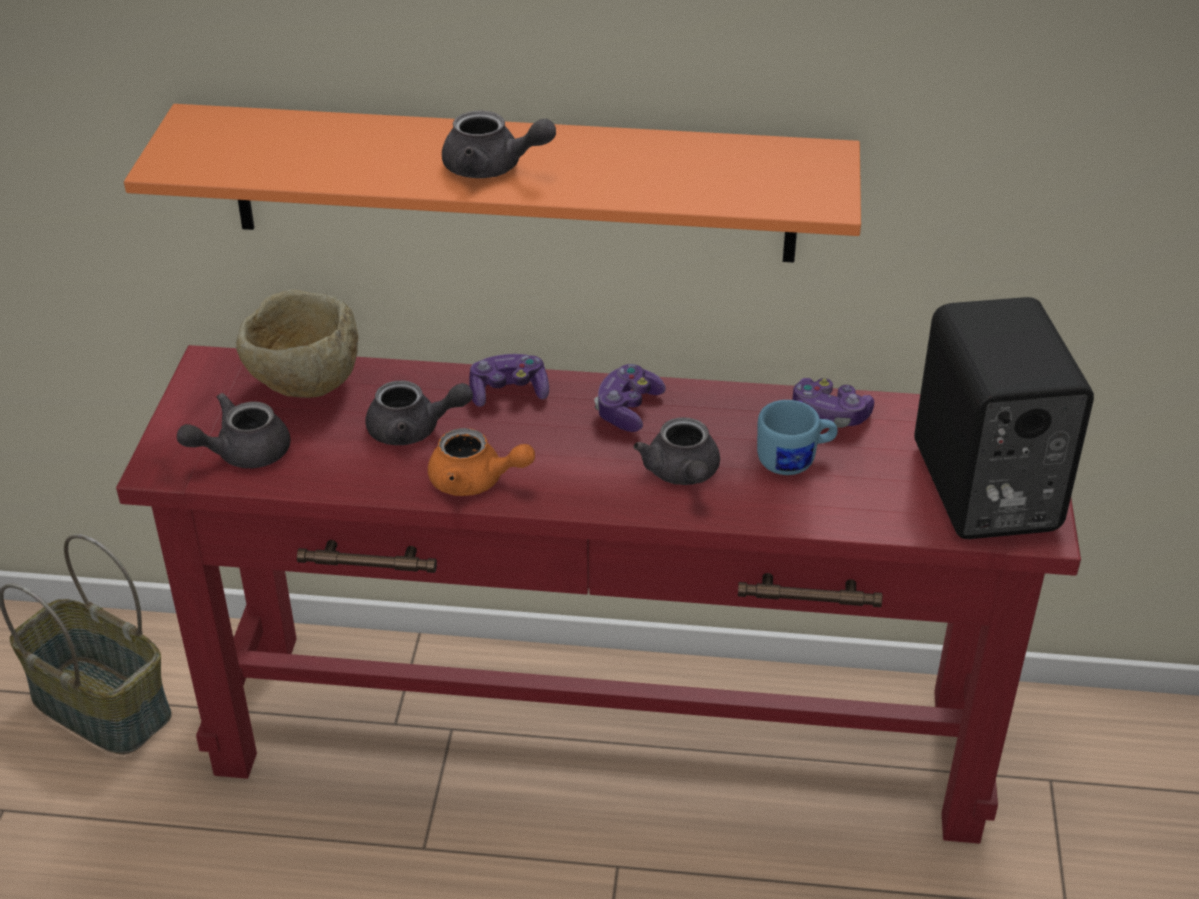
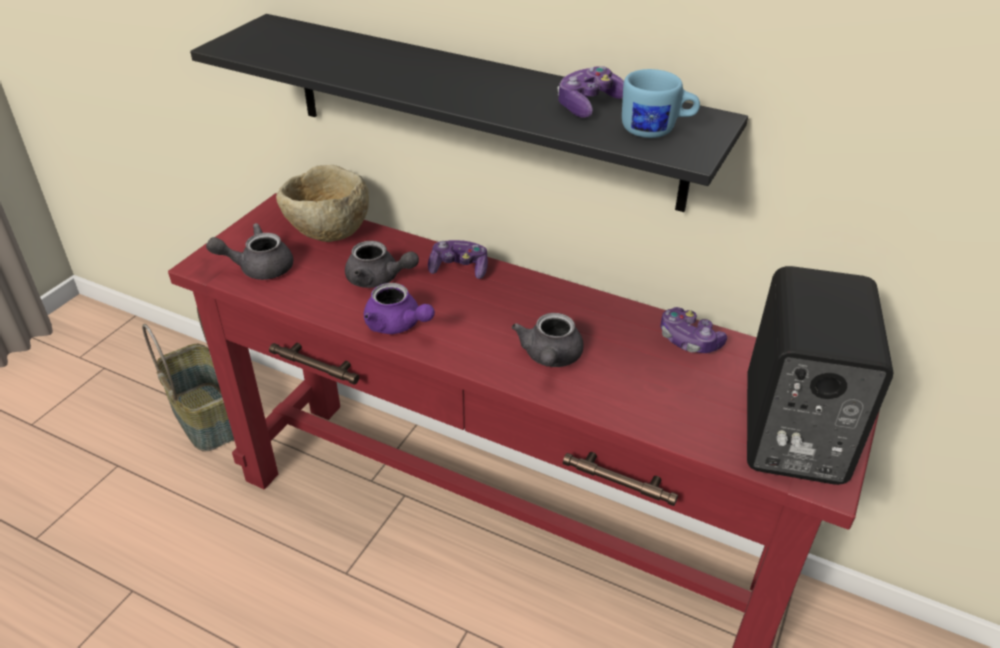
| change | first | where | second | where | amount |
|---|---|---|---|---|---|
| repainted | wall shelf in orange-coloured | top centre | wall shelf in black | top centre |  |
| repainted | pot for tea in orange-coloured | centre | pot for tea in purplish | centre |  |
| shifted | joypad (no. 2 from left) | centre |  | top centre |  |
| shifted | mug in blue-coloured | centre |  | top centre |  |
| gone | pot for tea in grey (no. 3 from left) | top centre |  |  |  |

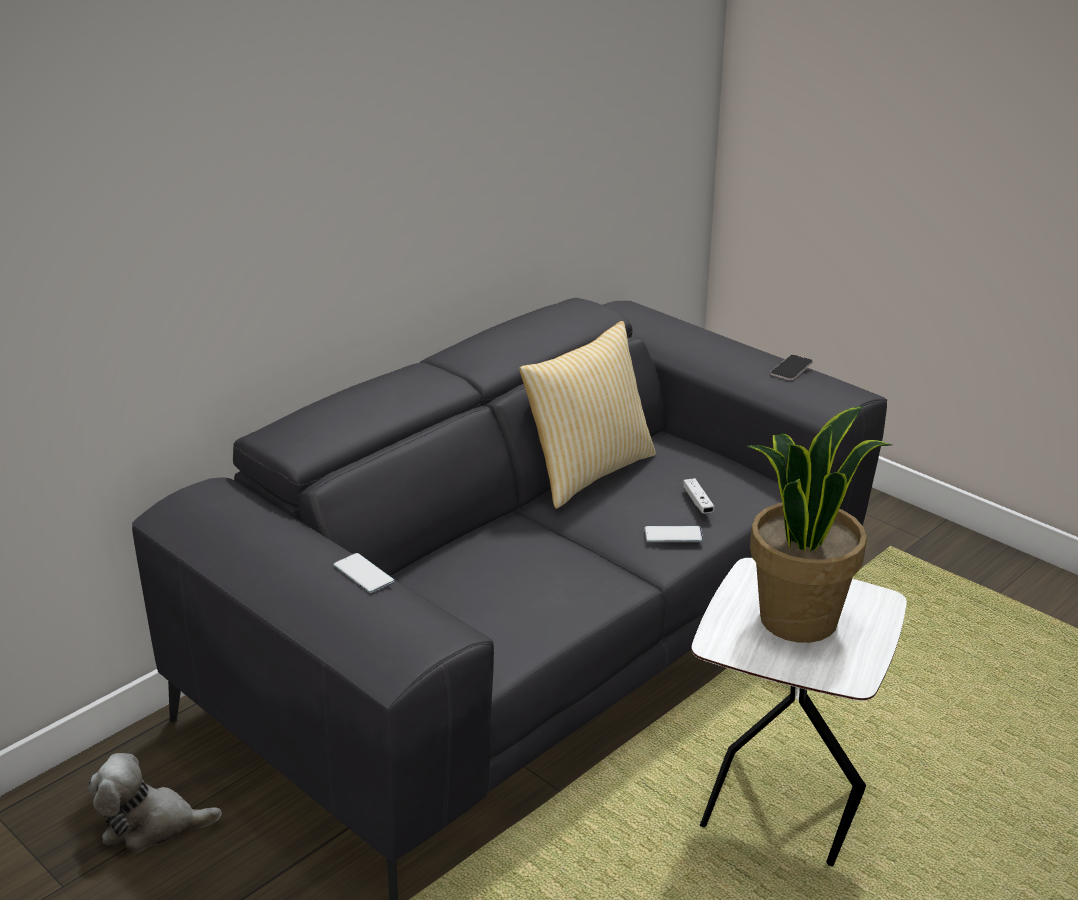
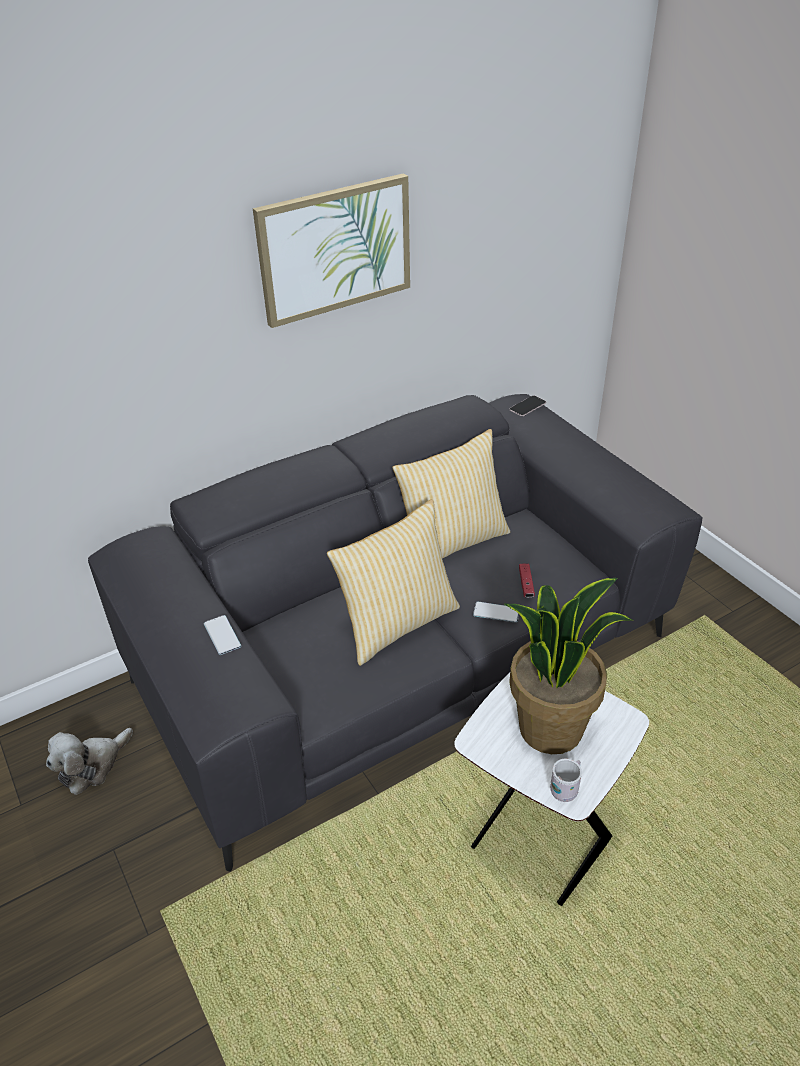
| change | first | where | second | where | amount |
|---|---|---|---|---|---|
| rotated | cuddly toy | bottom left |  | bottom left | 60 degrees counterclockwise |
| new |  |  | wall art | top centre |  |
| new |  |  | throw pillow (no. 1 from left) | centre |  |
| shifted | telephone (no. 3 from left) | middle right |  | centre |  |
| repainted | joypad in whitish | centre | joypad in reddish | centre |  |
| new |  |  | mug in whitish | bottom right |  |

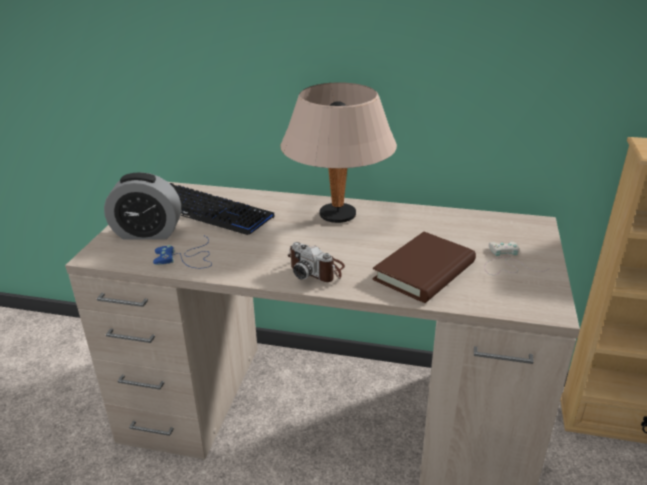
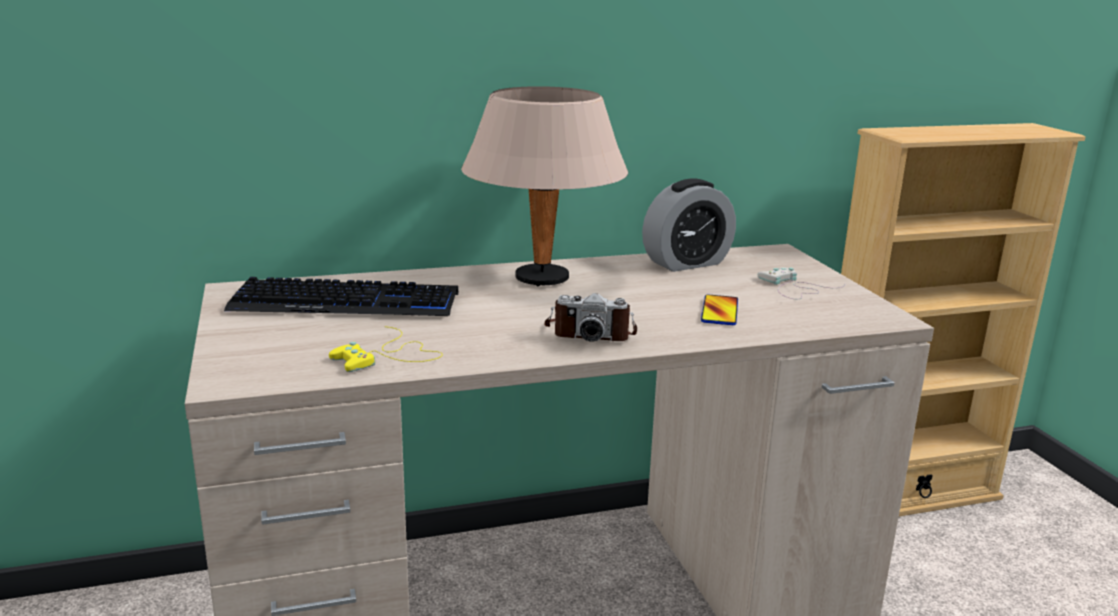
| change | first | where | second | where | amount |
|---|---|---|---|---|---|
| repainted | joypad in blue-coloured | middle left | joypad in yellow-coloured | centre |  |
| shifted | table clock | middle left |  | centre |  |
| swapped | volume in brownish | centre | telephone | centre |  |

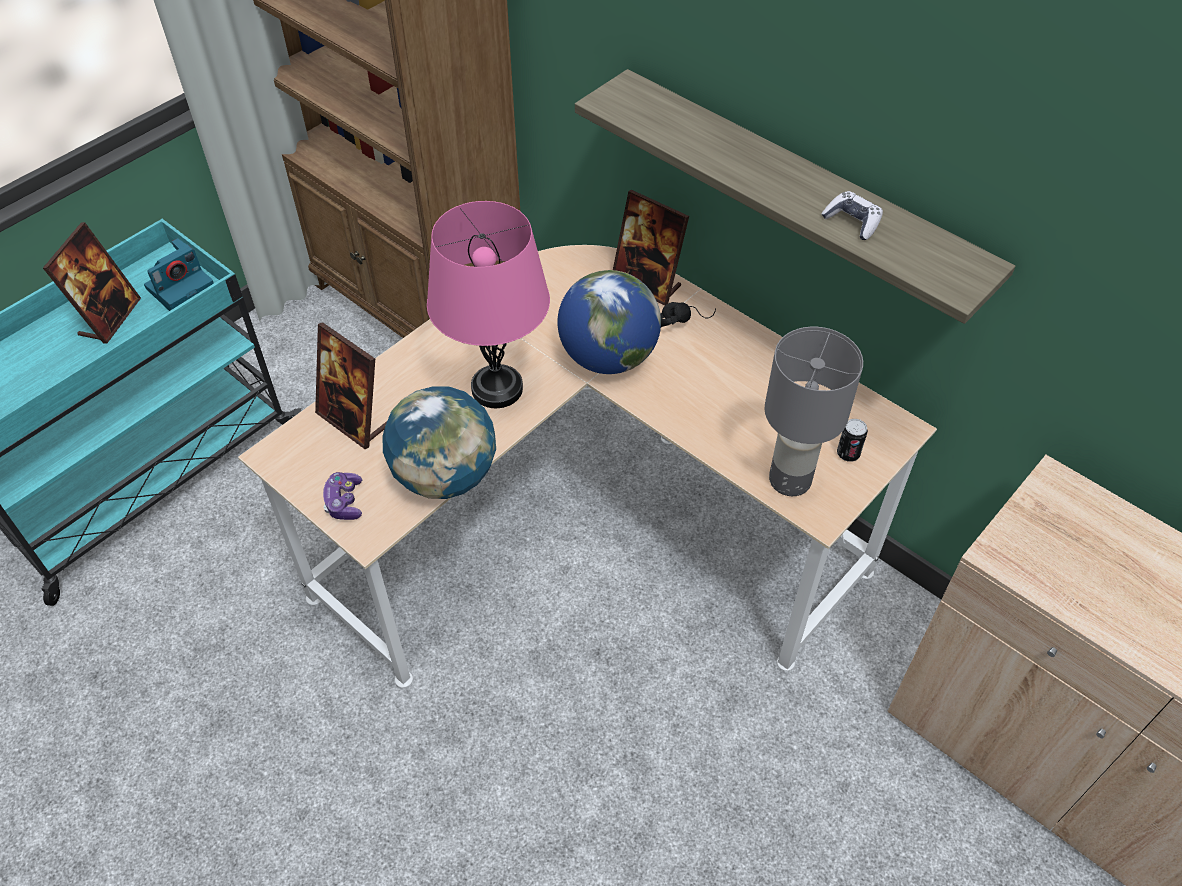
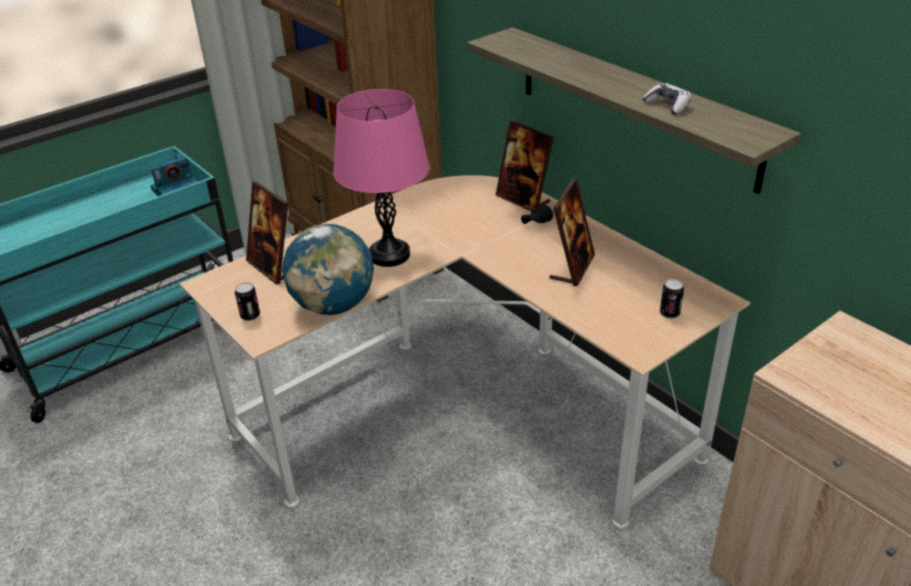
| change | first | where | second | where | amount |
|---|---|---|---|---|---|
| swapped | joypad (no. 1 from left) | middle left | can (no. 1 from left) | middle left |  |
| shifted | photo frame (no. 1 from left in the first image) | top left | photo frame (no. 3 from left) | centre |  |
| gone | globe (no. 2 from left) | centre |  |  |  |
| gone | tabletop lamp in grey | middle right |  |  |  |

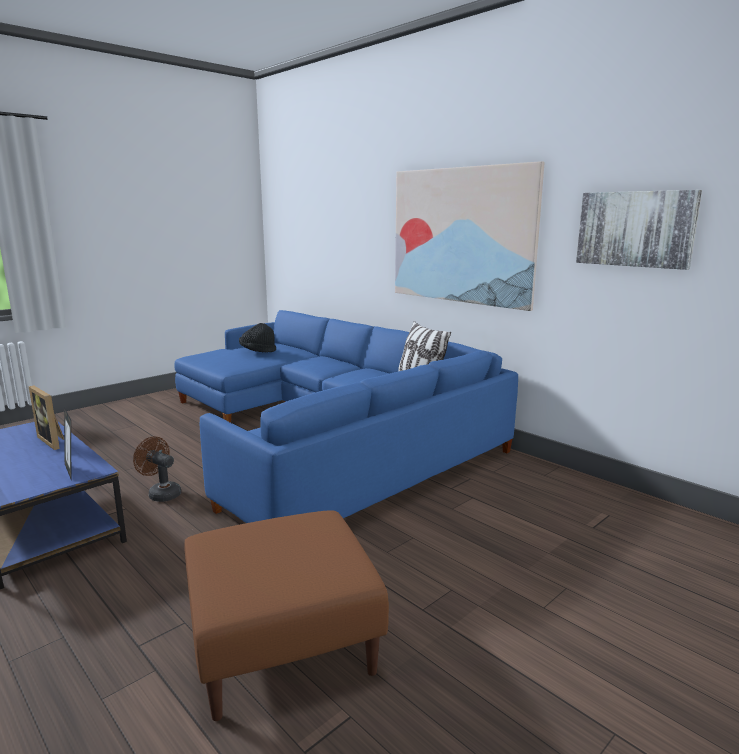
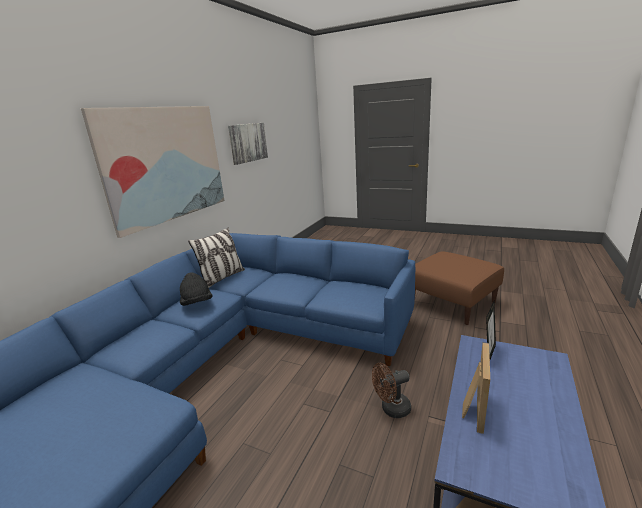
| change | first | where | second | where | amount |
|---|---|---|---|---|---|
| shifted | hat in black | centre |  | middle left |  |
| rotated | cooling fan in brownish | middle left |  | bottom centre | 60 degrees clockwise |

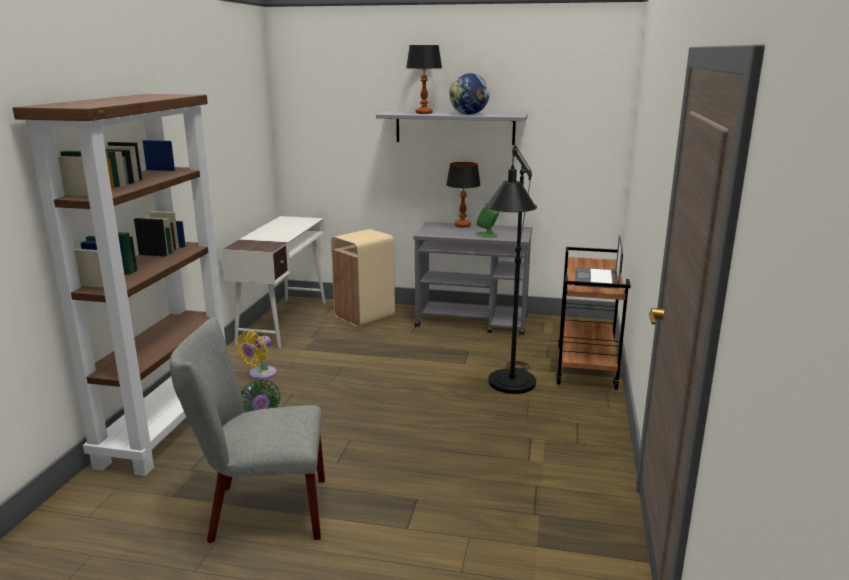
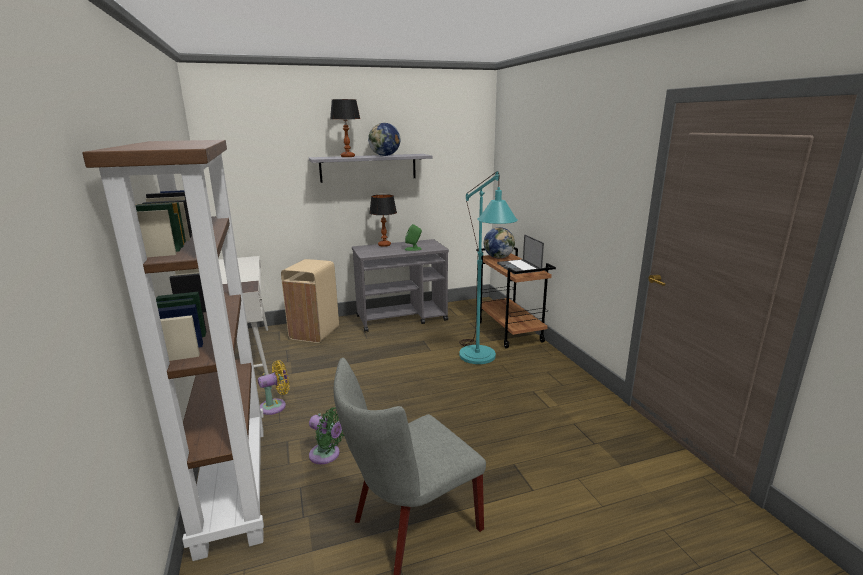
| change | first | where | second | where | amount |
|---|---|---|---|---|---|
| rotated | cooling fan in yellow-coloured | middle left |  | bottom left | 120 degrees counterclockwise |
| repainted | standing lamp in black | centre | standing lamp in blue-green | centre |  |
| new |  |  | globe (no. 2 from left) | centre |  |

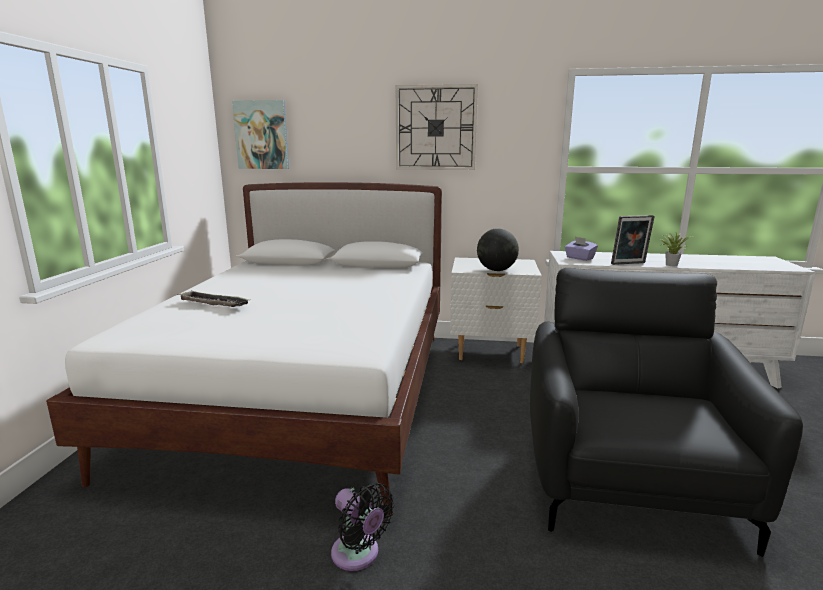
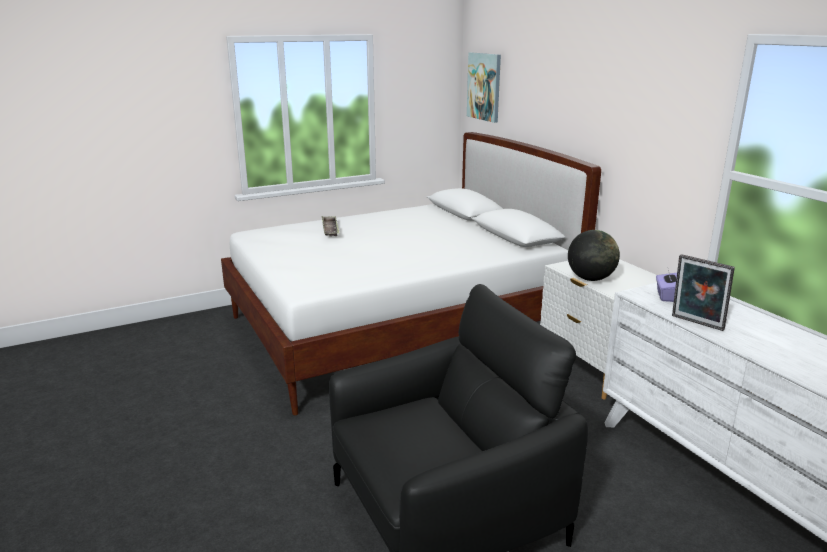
| change | first | where | second | where | amount |
|---|---|---|---|---|---|
| gone | cooling fan in black | bottom centre |  |  |  |
| gone | clock on the wall | top centre |  |  |  |
| gone | potted plant | middle right |  |  |  |

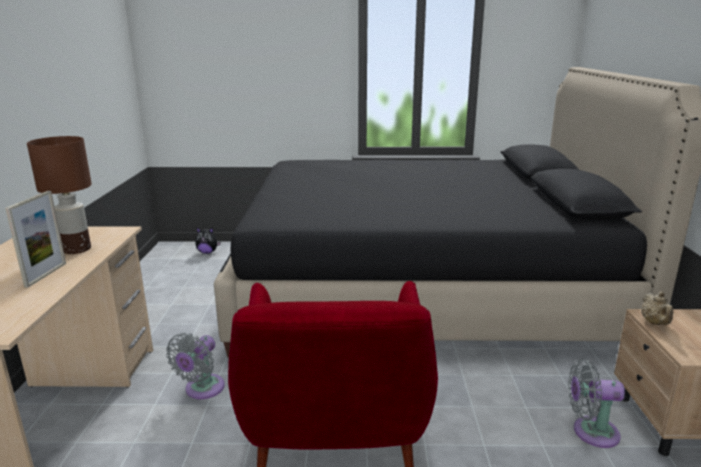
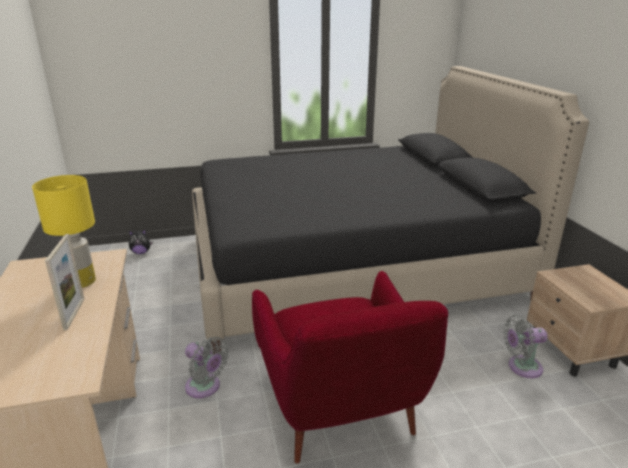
| change | first | where | second | where | amount |
|---|---|---|---|---|---|
| repainted | tabletop lamp in brownish | middle left | tabletop lamp in yellow-coloured | middle left |  |
| rotated | cooling fan in grey (no. 1 from left) | bottom left |  | bottom left | 60 degrees counterclockwise |
| gone | pot for tea in beige-coloured | middle right |  |  |  |

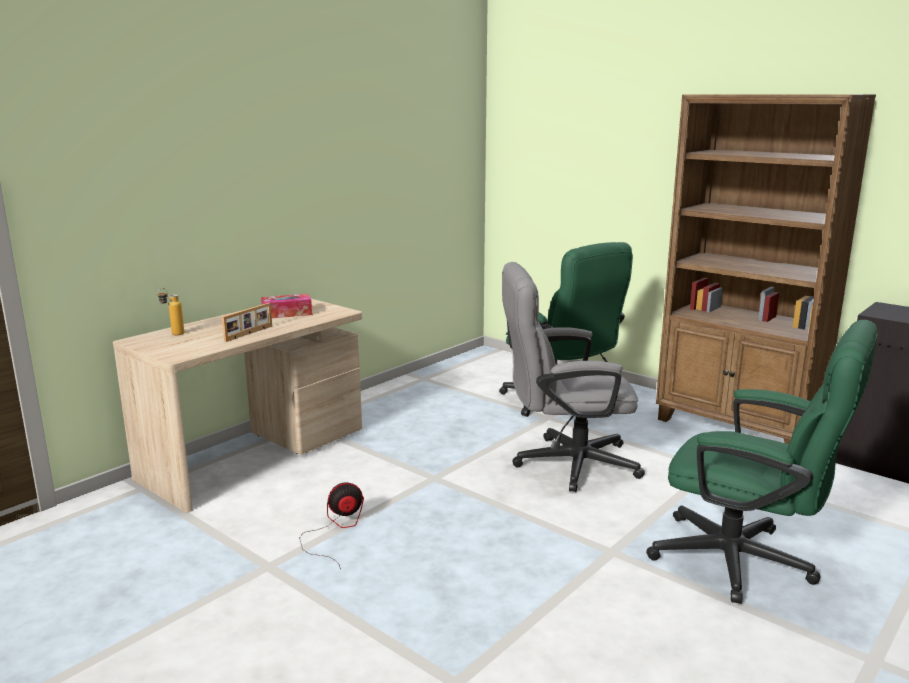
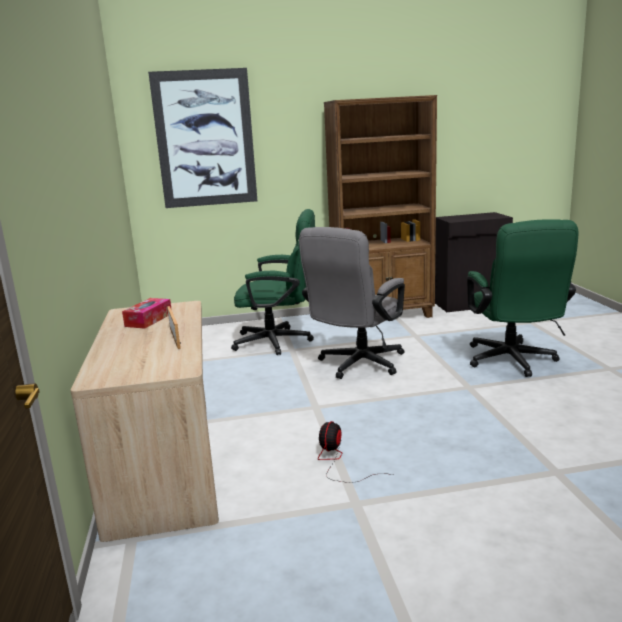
| change | first | where | second | where | amount |
|---|---|---|---|---|---|
| new |  |  | wall art | top left |  |
| rotated | computer chair in green-coloured (no. 2 from left) | bottom right |  | middle right | 105 degrees clockwise |
| gone | bottle | middle left |  |  |  |

